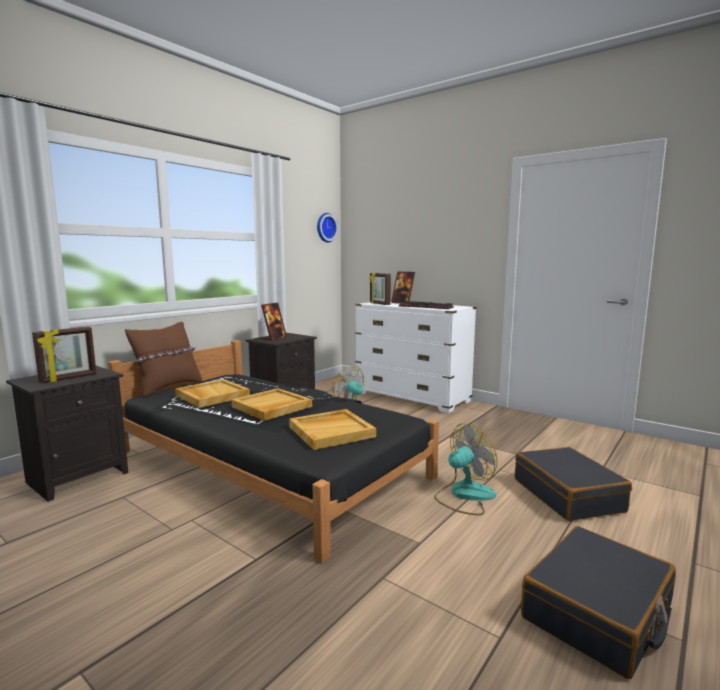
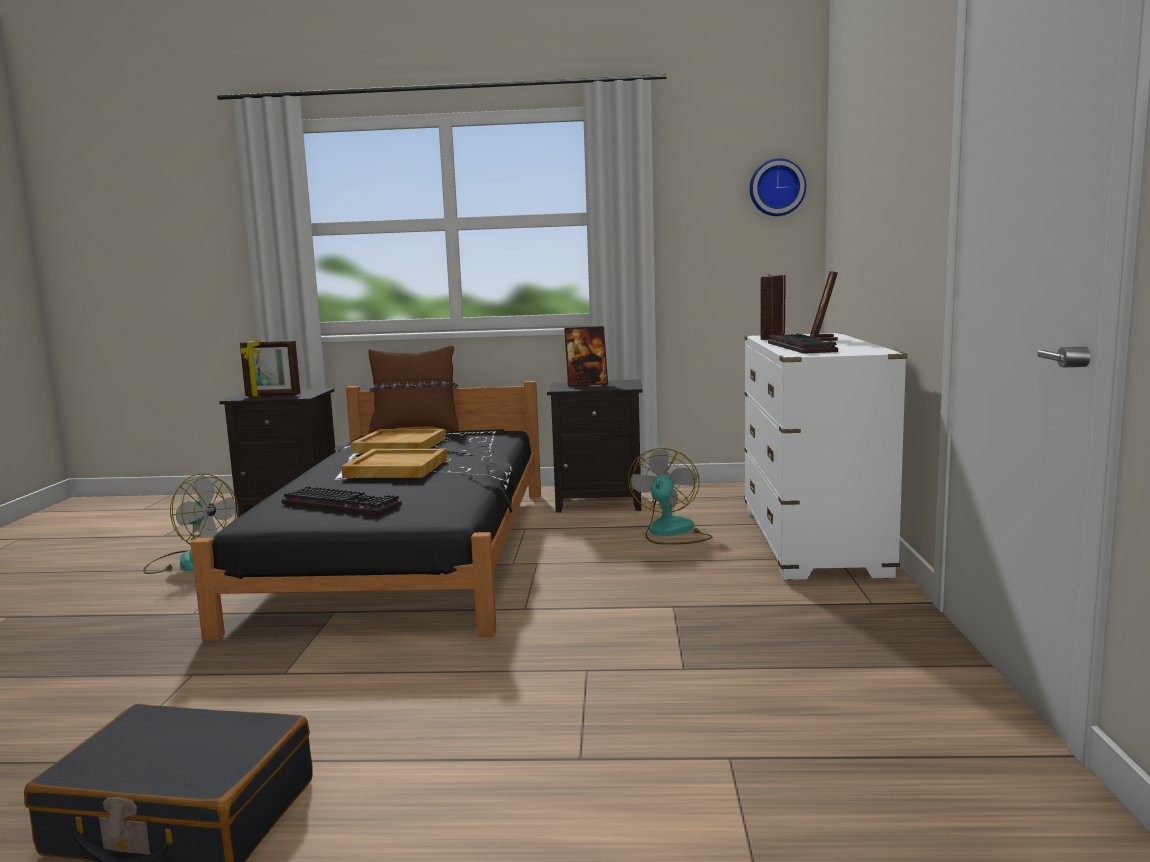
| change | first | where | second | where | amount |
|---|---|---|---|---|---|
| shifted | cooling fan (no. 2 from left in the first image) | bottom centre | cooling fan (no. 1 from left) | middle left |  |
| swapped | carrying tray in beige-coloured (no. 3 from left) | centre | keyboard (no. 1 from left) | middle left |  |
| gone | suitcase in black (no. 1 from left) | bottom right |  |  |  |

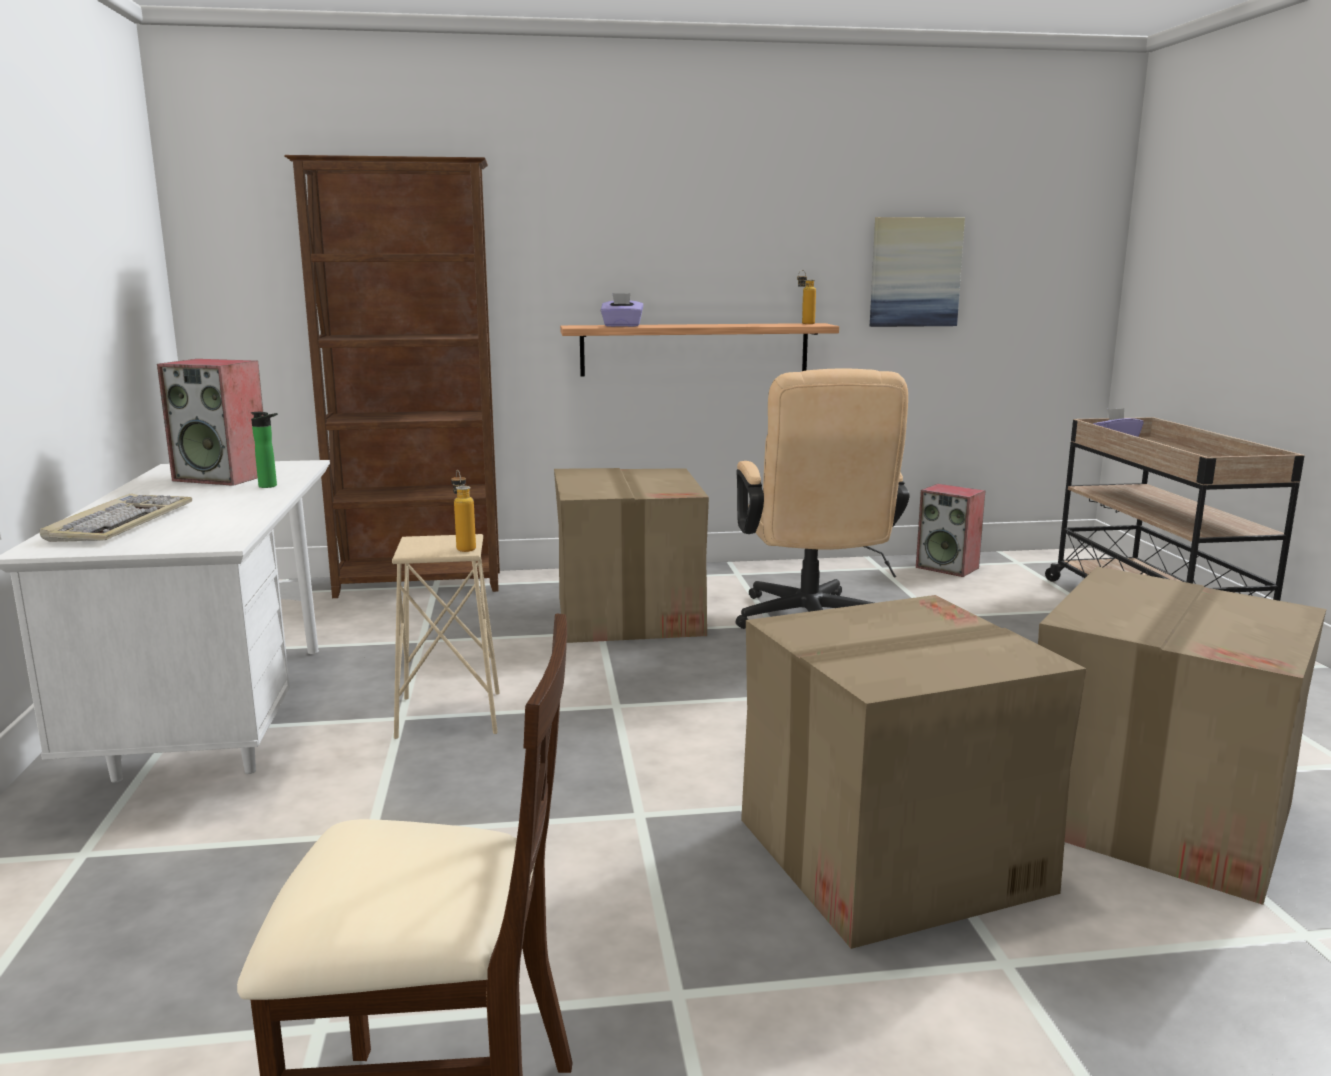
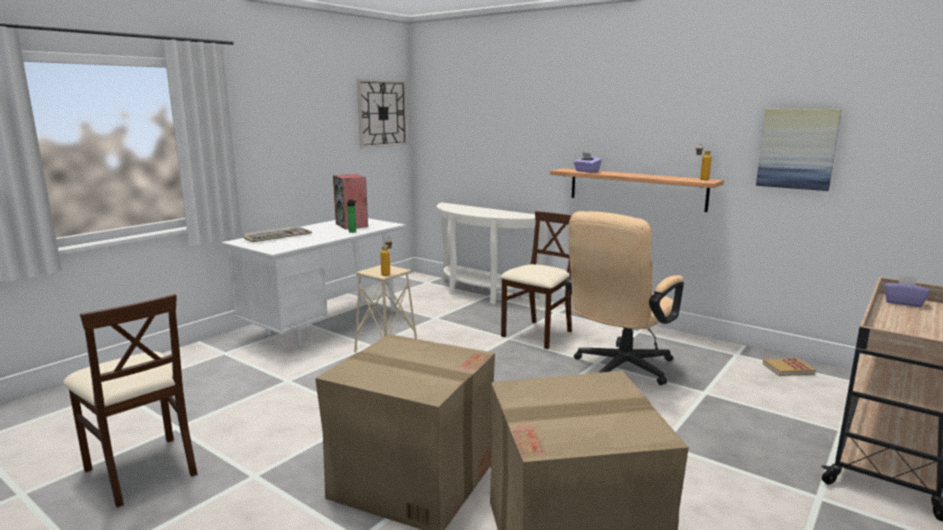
| change | first | where | second | where | amount |
|---|---|---|---|---|---|
| new |  |  | clock on the wall | top centre |  |
| swapped | bookcase in brownish | middle left | console table in whitish | centre |  |
| swapped | carton (no. 1 from left) | centre | upright chair in beige-coloured (no. 2 from left) | centre |  |
| swapped | speaker (no. 2 from left) | middle right | volume | bottom right |  |

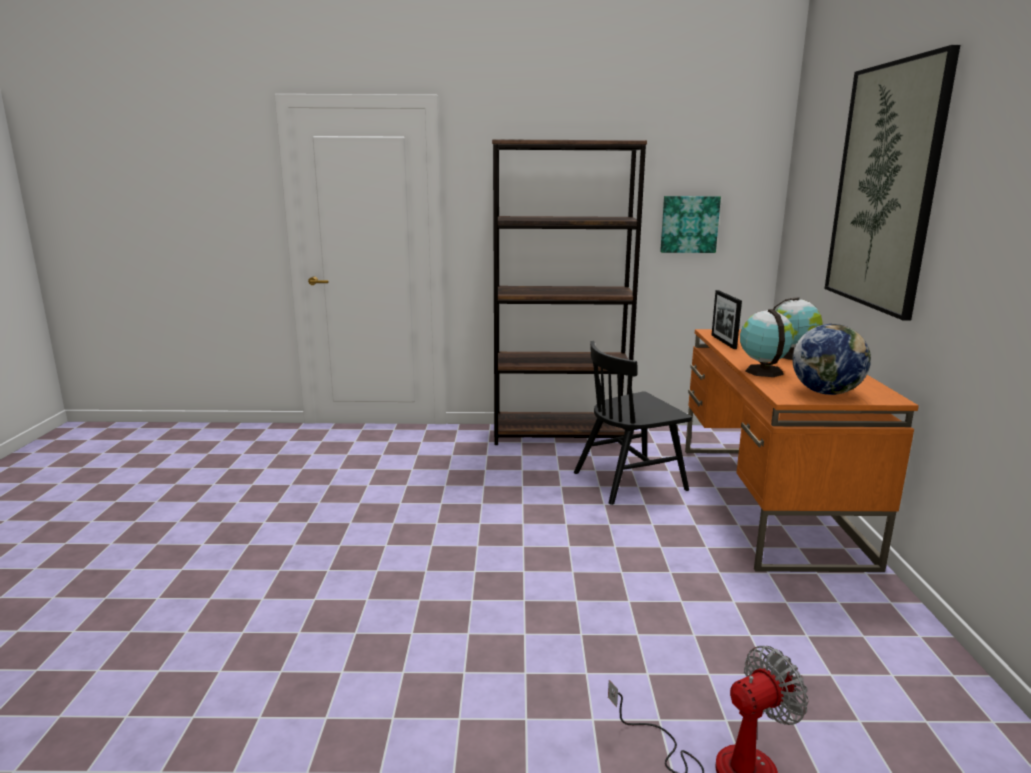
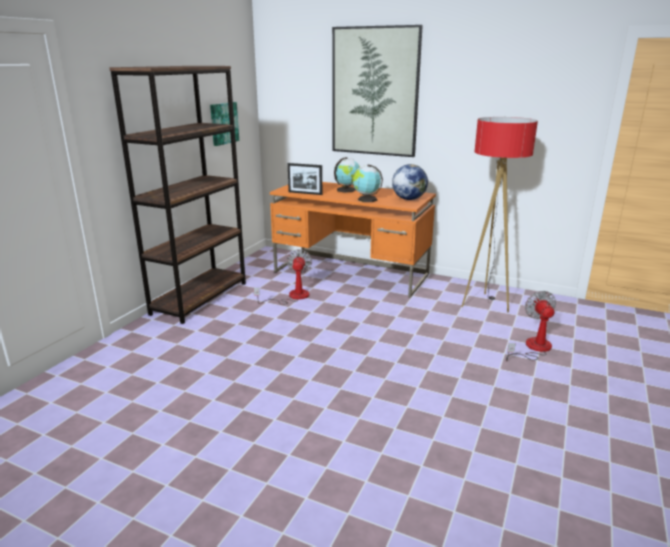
| change | first | where | second | where | amount |
|---|---|---|---|---|---|
| swapped | upright chair in black | centre | cooling fan (no. 1 from left) | centre |  |
| new |  |  | standing lamp | middle right |  |

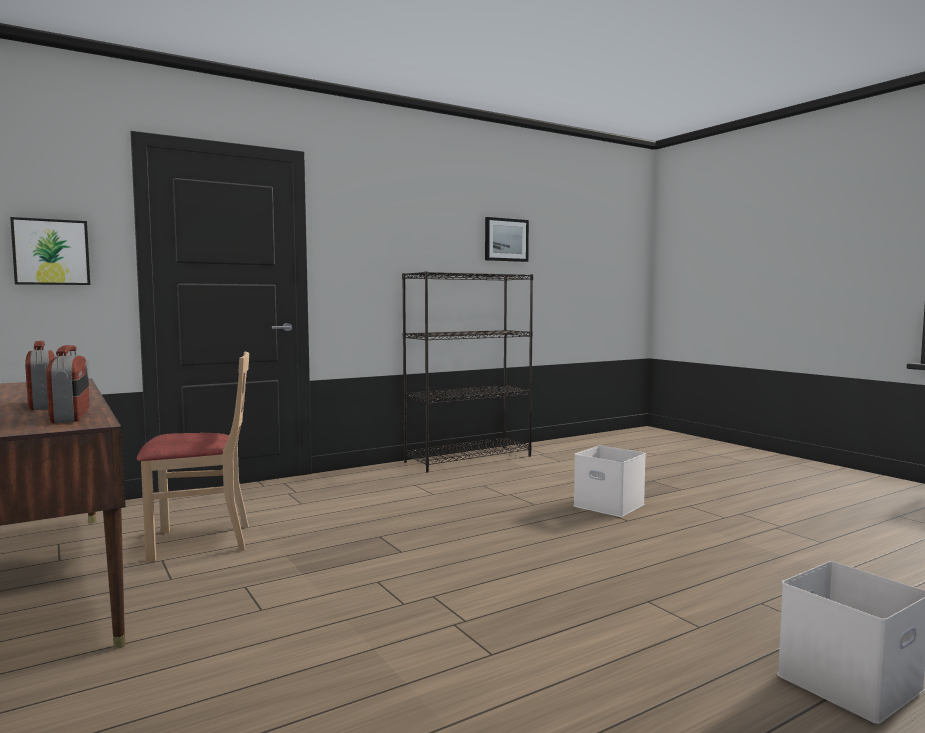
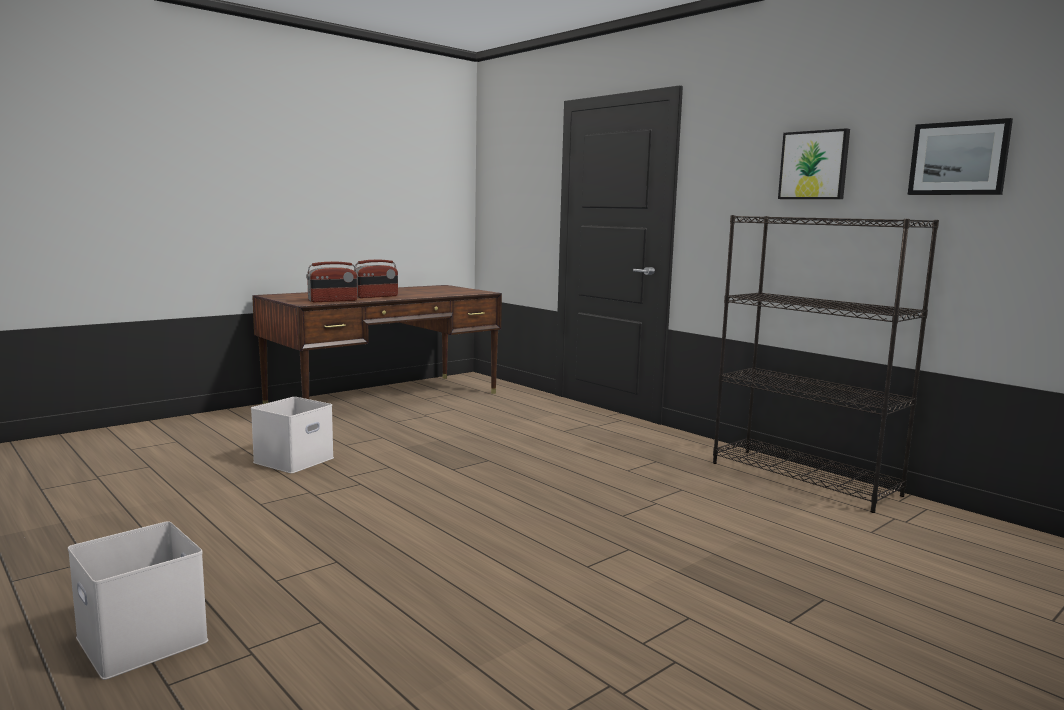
| change | first | where | second | where | amount |
|---|---|---|---|---|---|
| shifted | storage bin in whitish (no. 1 from left in the first image) | centre | storage bin in whitish (no. 2 from left) | middle left |  |
| shifted | wall art (no. 1 from left) | middle left |  | top right |  |
| gone | upright chair in beige-coloured | middle left |  |  |  |

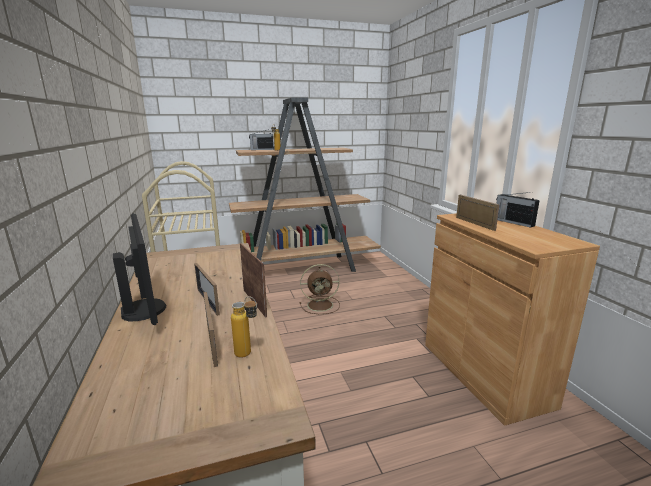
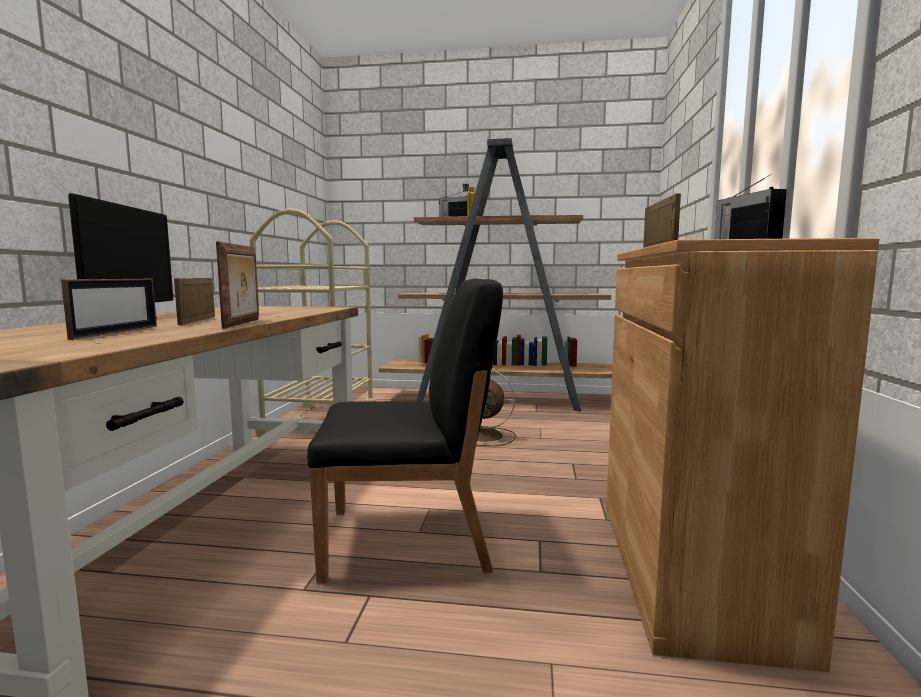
| change | first | where | second | where | amount |
|---|---|---|---|---|---|
| new |  |  | upright chair in black | centre |  |
| gone | bottle (no. 1 from left) | bottom centre |  |  |  |

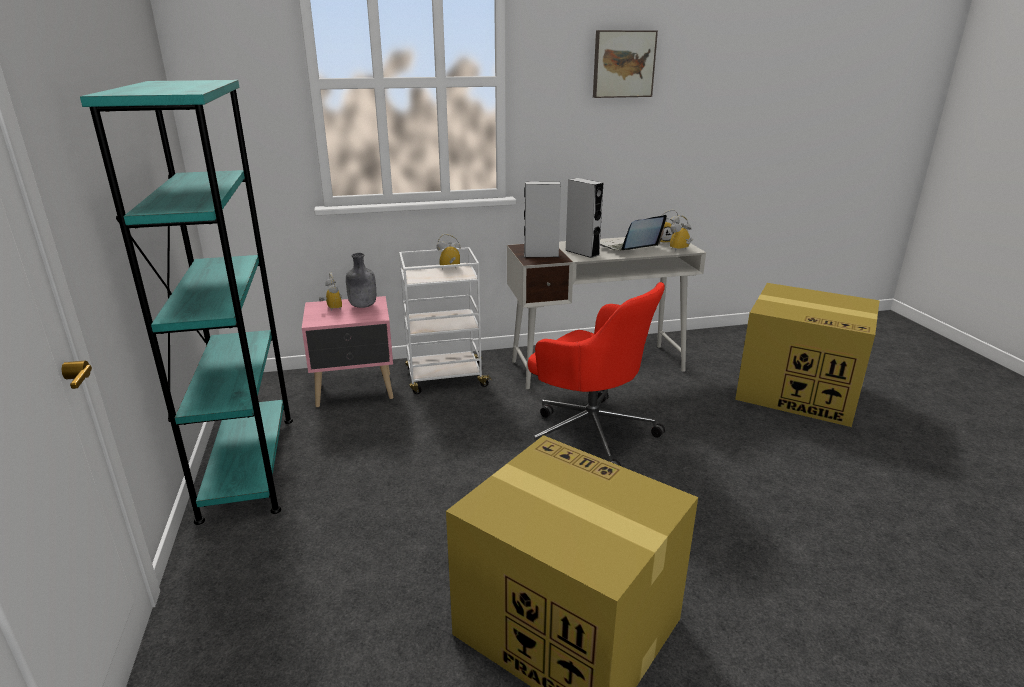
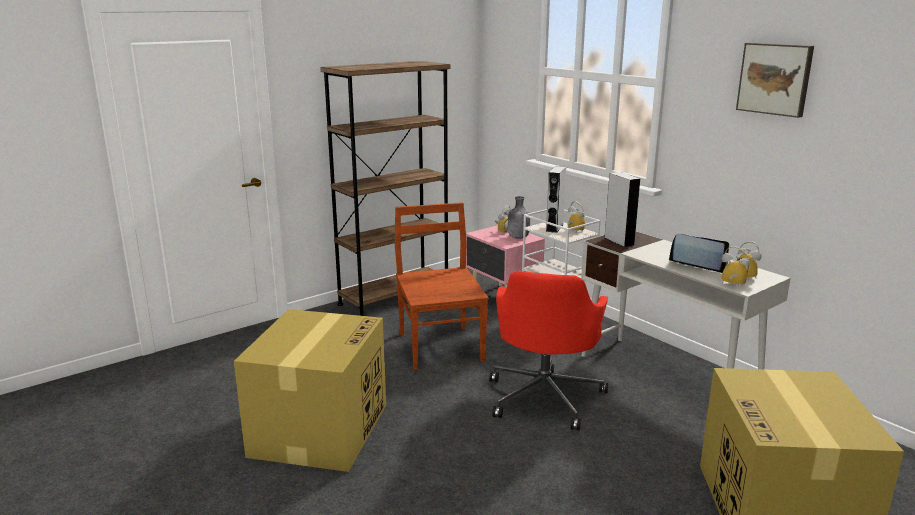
| change | first | where | second | where | amount |
|---|---|---|---|---|---|
| repainted | bookcase in blue-green | middle left | bookcase in brownish | centre |  |
| new |  |  | upright chair in brownish | centre |  |
| shifted | speaker in grey (no. 2 from left in the first image) | top centre | speaker in grey (no. 1 from left) | centre |  |

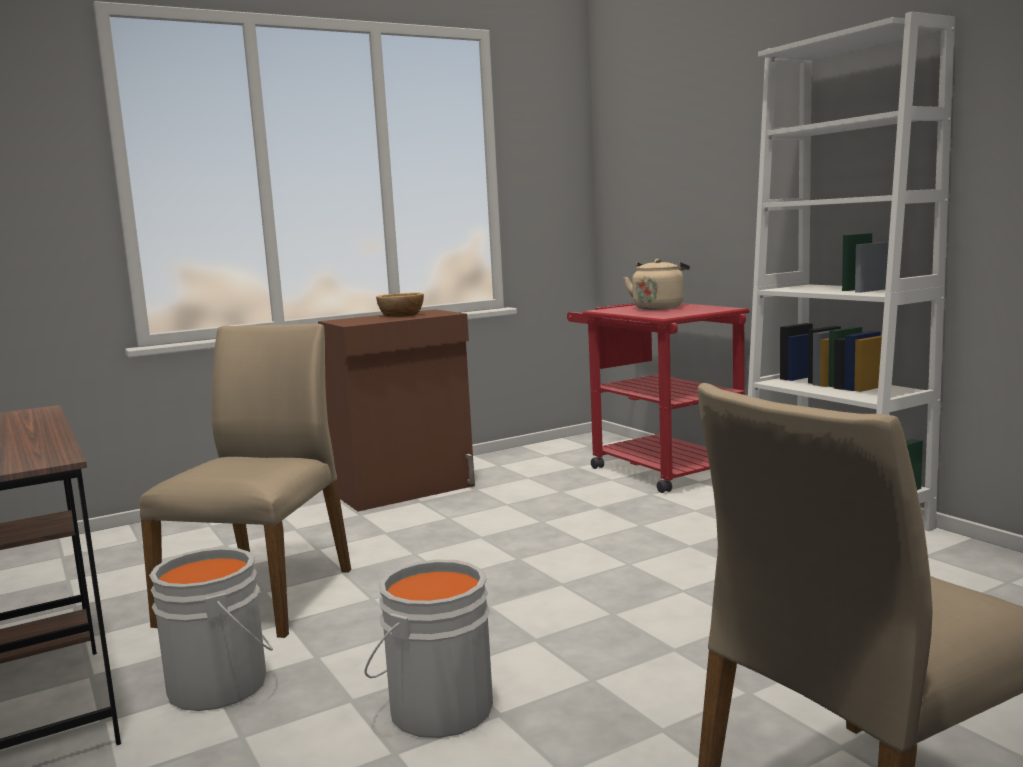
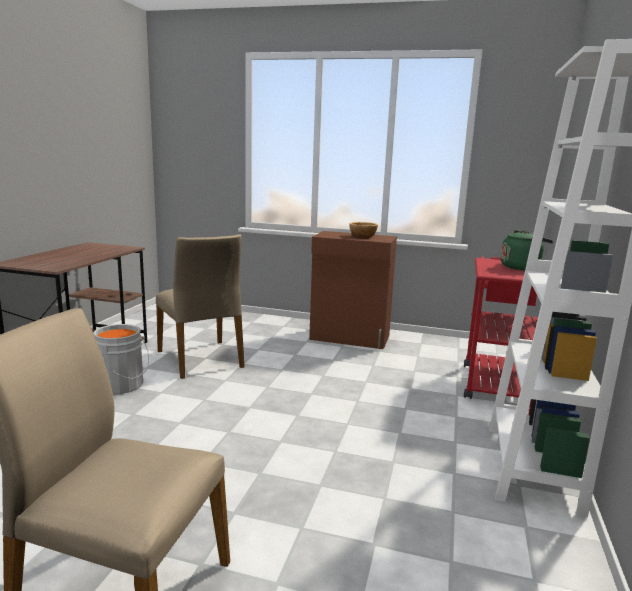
| change | first | where | second | where | amount |
|---|---|---|---|---|---|
| rotated | upright chair in beige-coloured (no. 1 from left in the first image) | middle left | upright chair in beige-coloured (no. 2 from left) | middle left | 90 degrees clockwise |
| repainted | tea kettle in beige-coloured | centre | tea kettle in green-coloured | middle right |  |
| gone | water bucket in grey (no. 2 from left) | bottom centre |  |  |  |

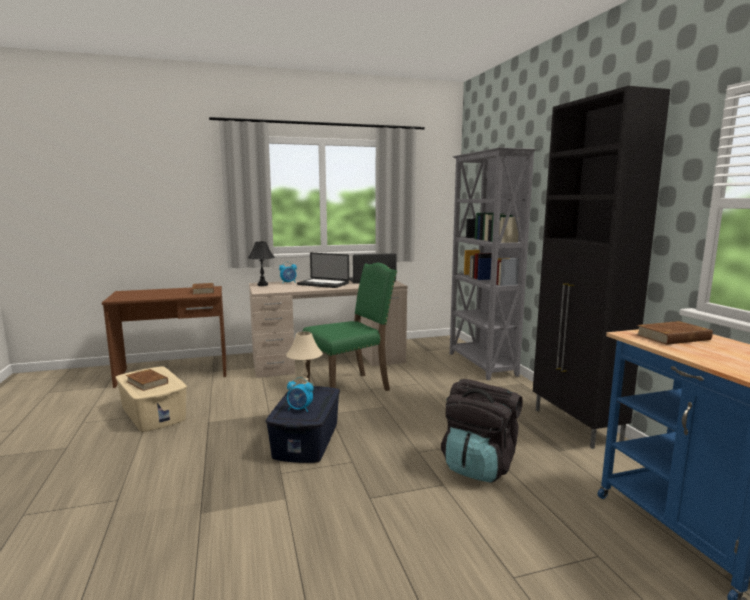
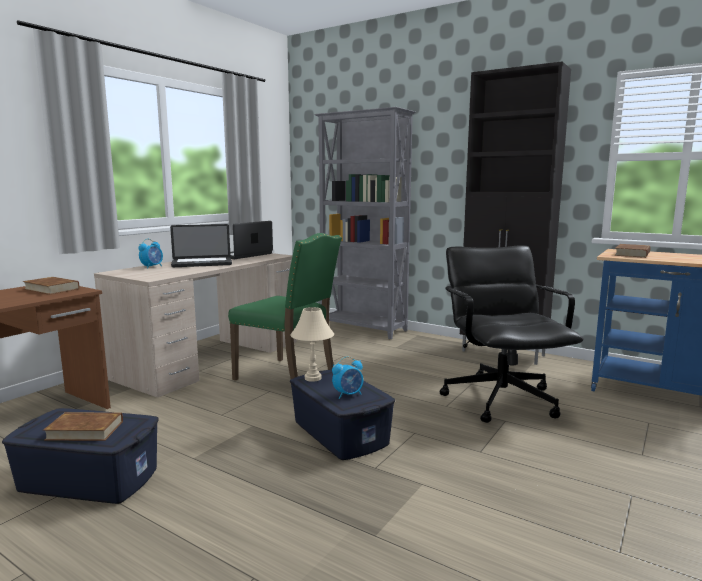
| change | first | where | second | where | amount |
|---|---|---|---|---|---|
| repainted | storage bin in beige-coloured | middle left | storage bin in blue-coloured (no. 1 from left) | bottom left |  |
| rotated | upright chair in green-coloured | centre |  | centre | 105 degrees clockwise |
| swapped | rucksack in black | bottom centre | computer chair in black | middle right |  |
| gone | tabletop lamp in black | centre |  |  |  |

